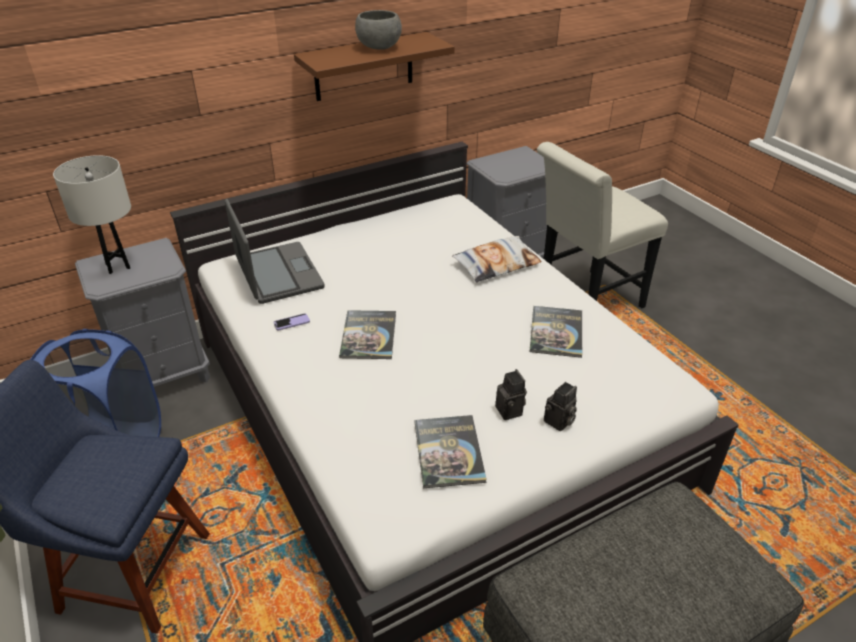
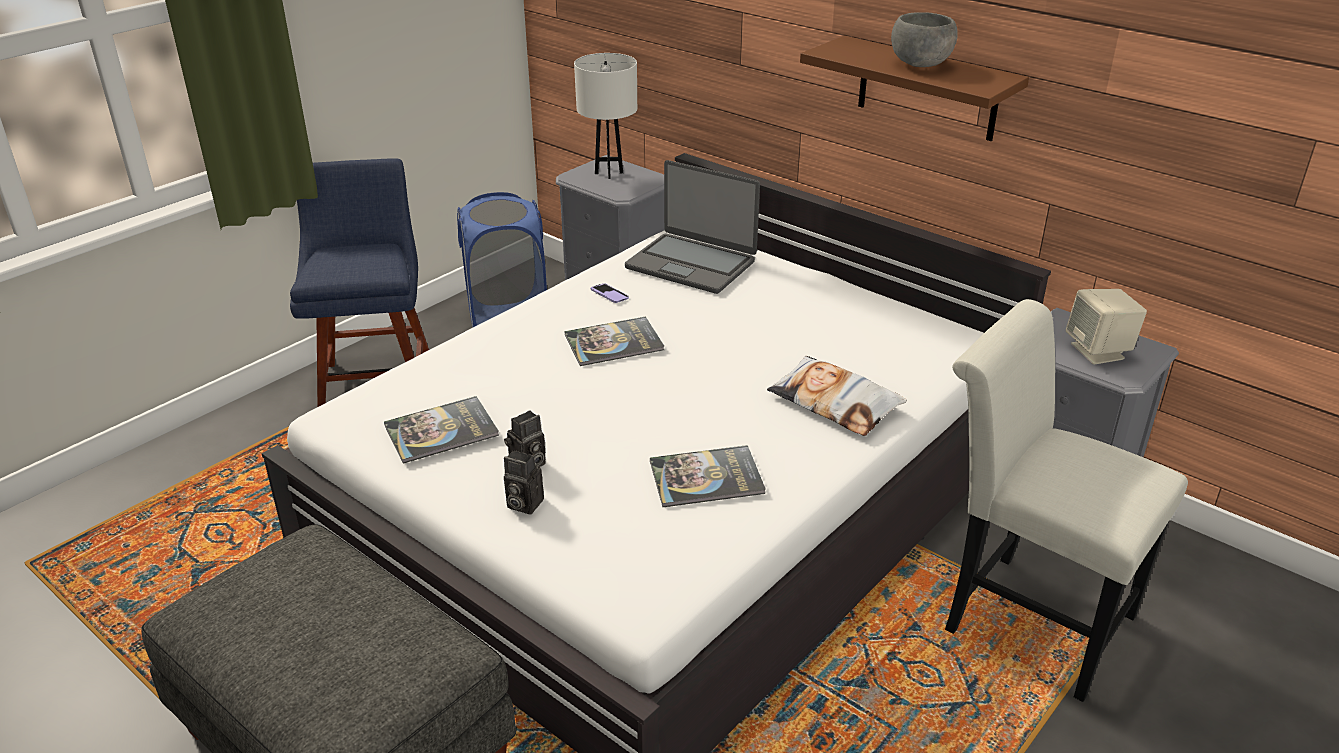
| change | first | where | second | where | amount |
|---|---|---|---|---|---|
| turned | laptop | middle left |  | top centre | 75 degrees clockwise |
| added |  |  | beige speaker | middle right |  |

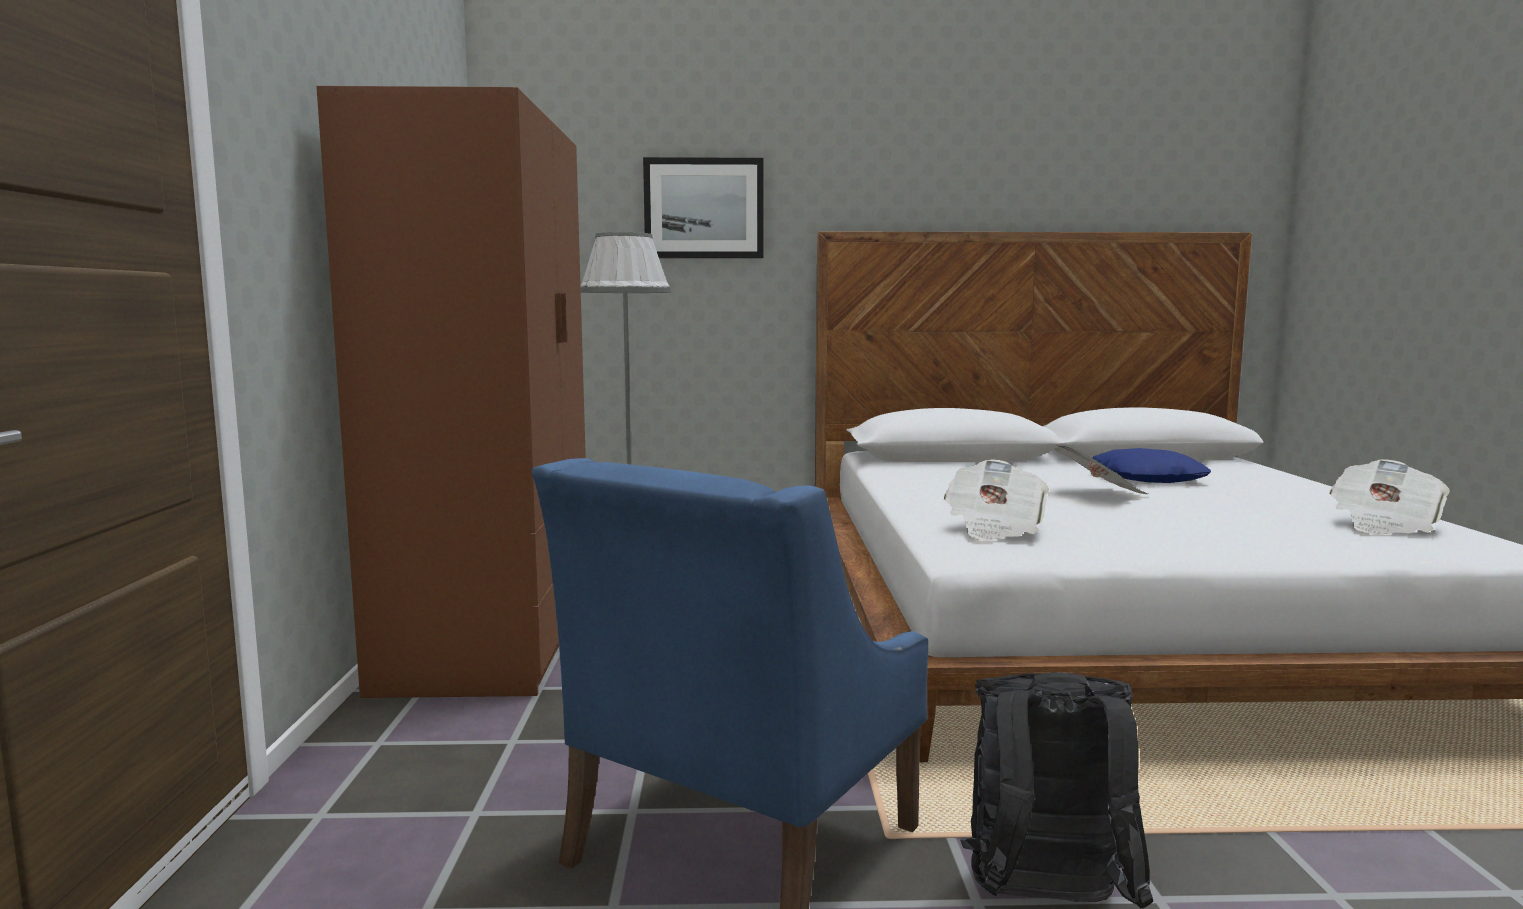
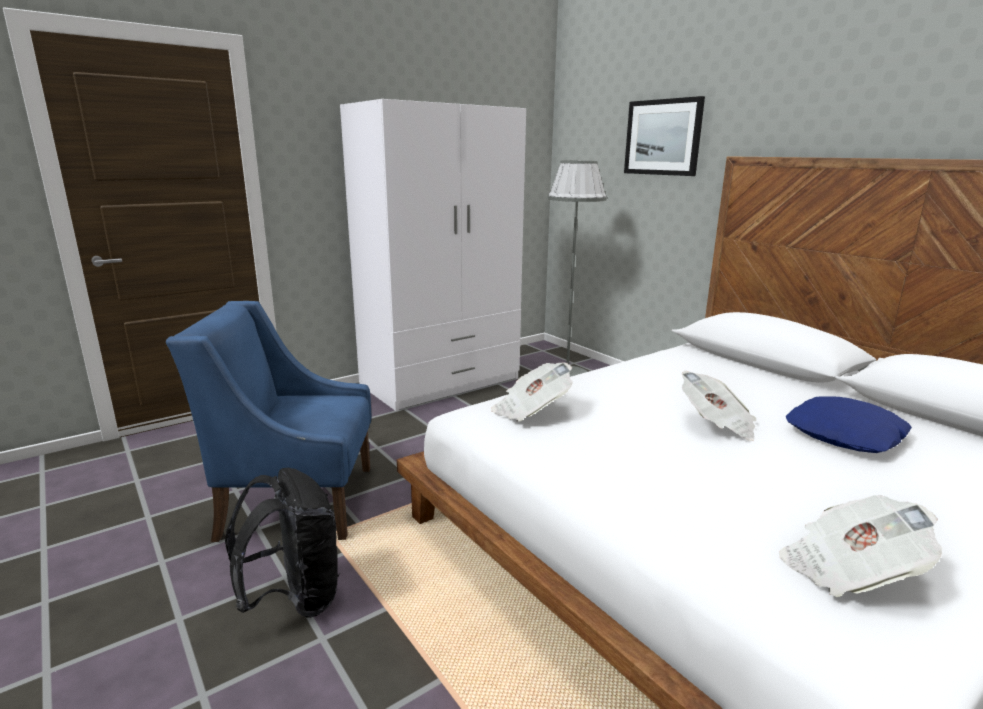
| change | first | where | second | where | amount |
|---|---|---|---|---|---|
| recoloured | brown wardrobe | middle left | white wardrobe | centre |  |

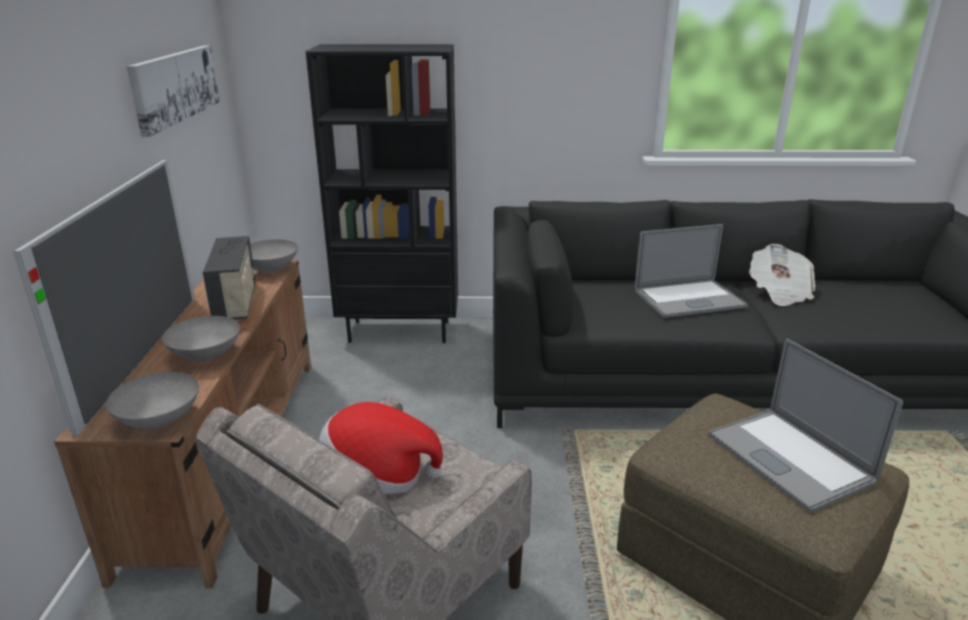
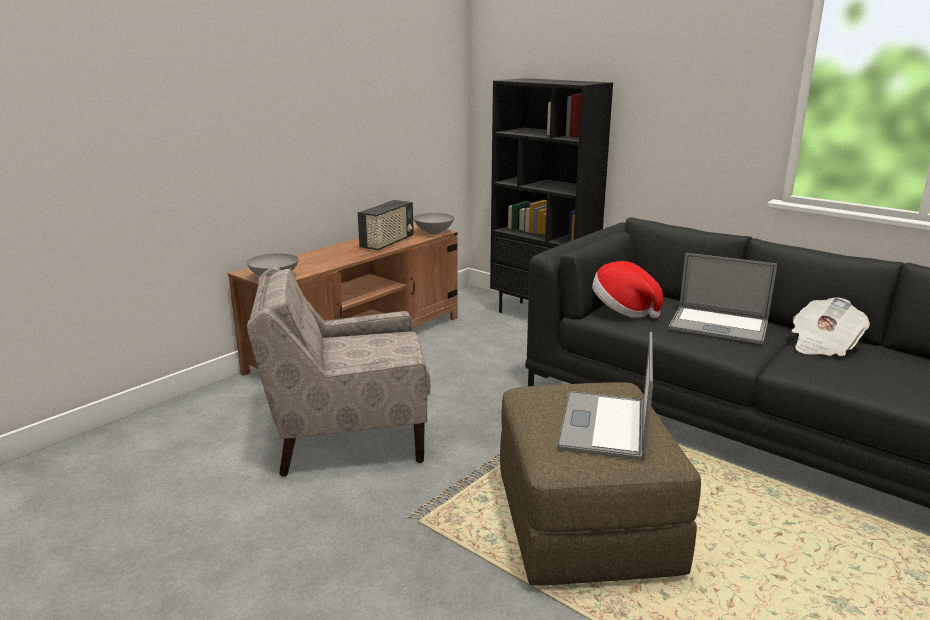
| change | first | where | second | where | amount |
|---|---|---|---|---|---|
| removed | television | middle left |  |  |  |
| removed | picture | top left |  |  |  |
| removed | grey bowl (2nd from left) | middle left |  |  |  |
| moved | hat | bottom centre |  | middle right |  |

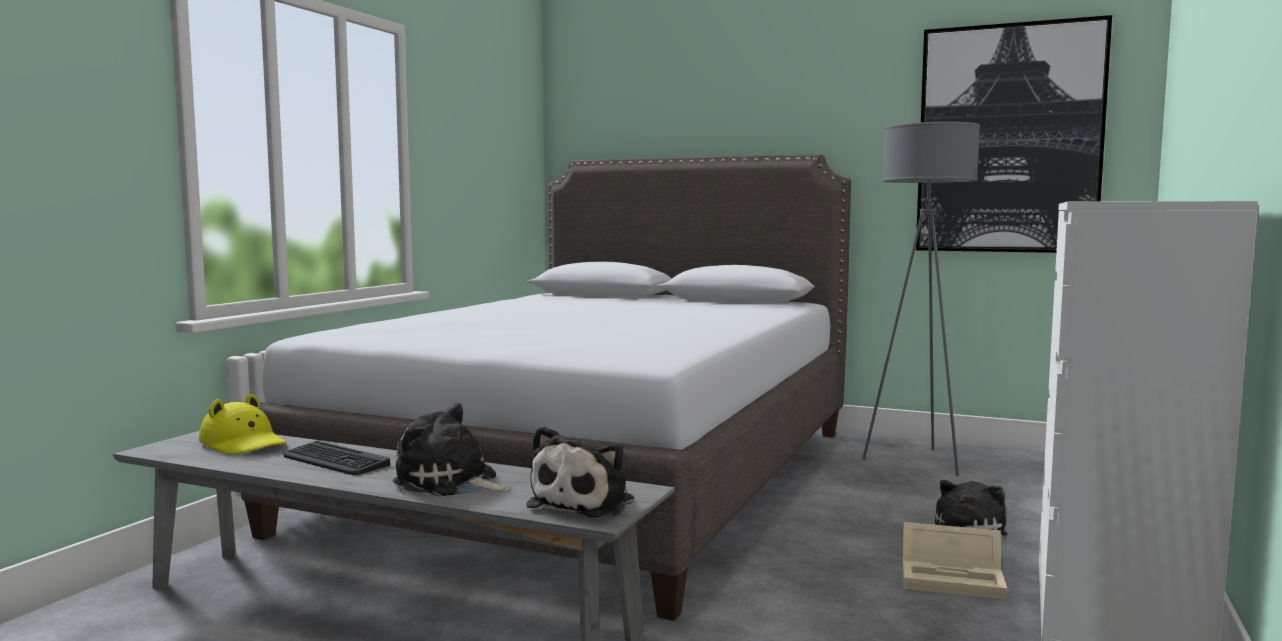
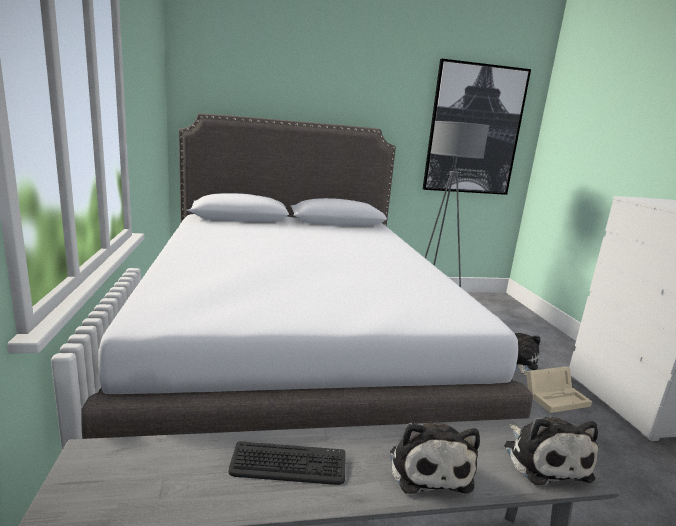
| change | first | where | second | where | amount |
|---|---|---|---|---|---|
| removed | yellow hat | middle left |  |  |  |
| turned | plush toy (1st from left) | bottom centre |  | bottom centre | 90 degrees counterclockwise |

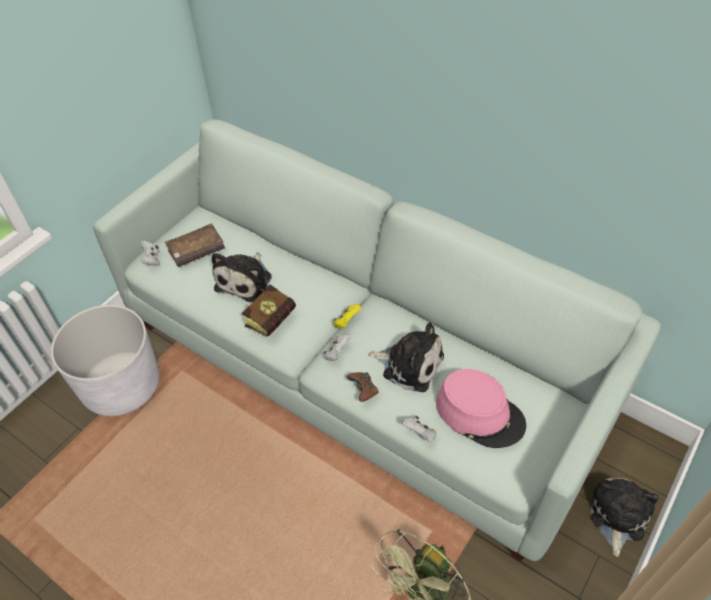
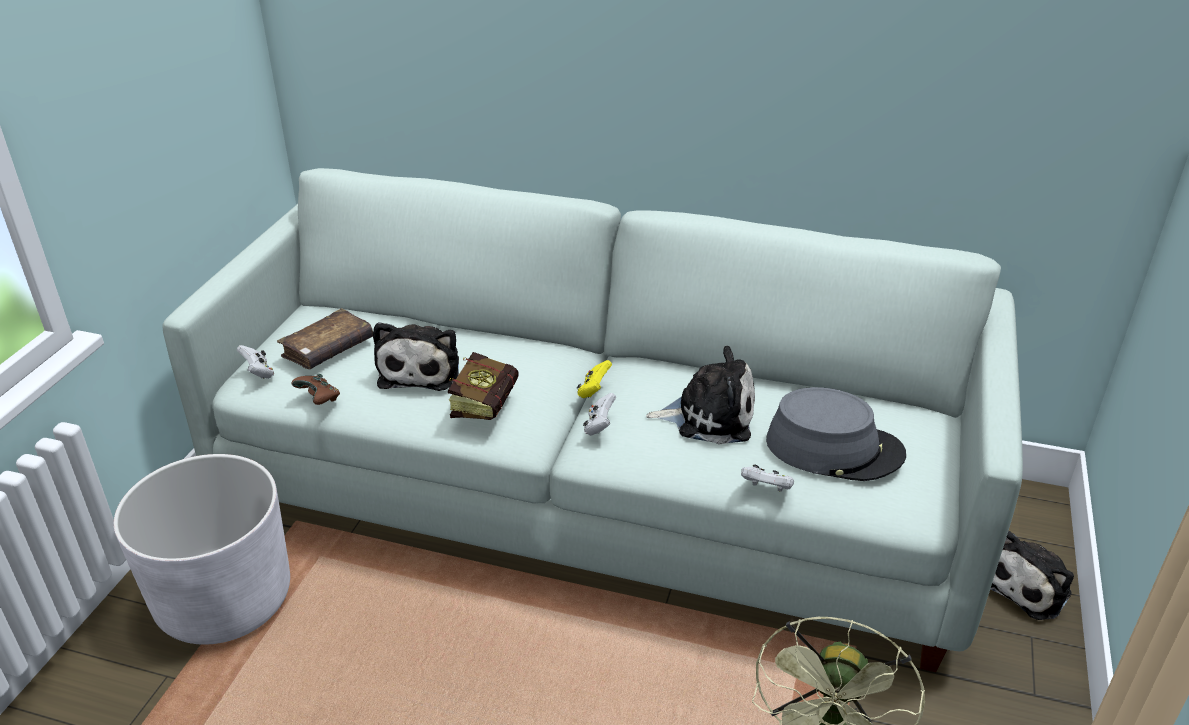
| change | first | where | second | where | amount |
|---|---|---|---|---|---|
| moved | brown game controller | centre |  | middle left |  |
| recoloured | pink hat | bottom right | grey hat | middle right |  |
| turned | plush toy (3rd from left) | bottom right |  | bottom right | 135 degrees counterclockwise |

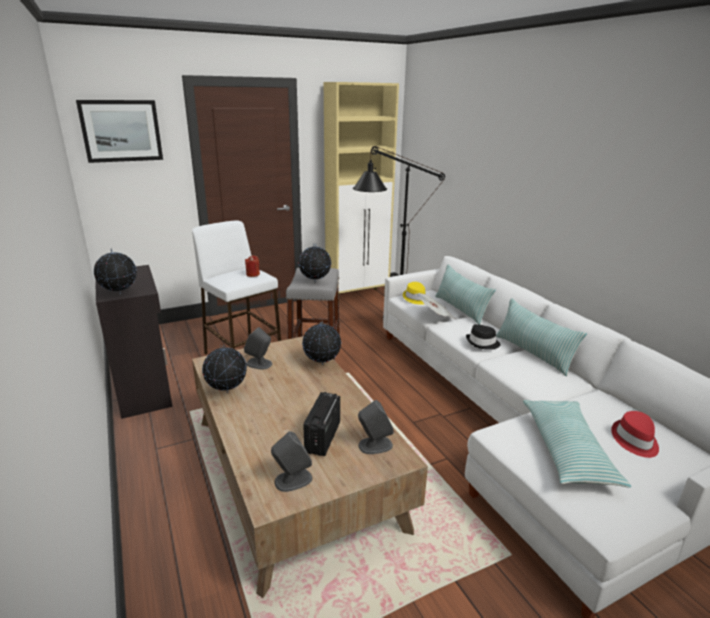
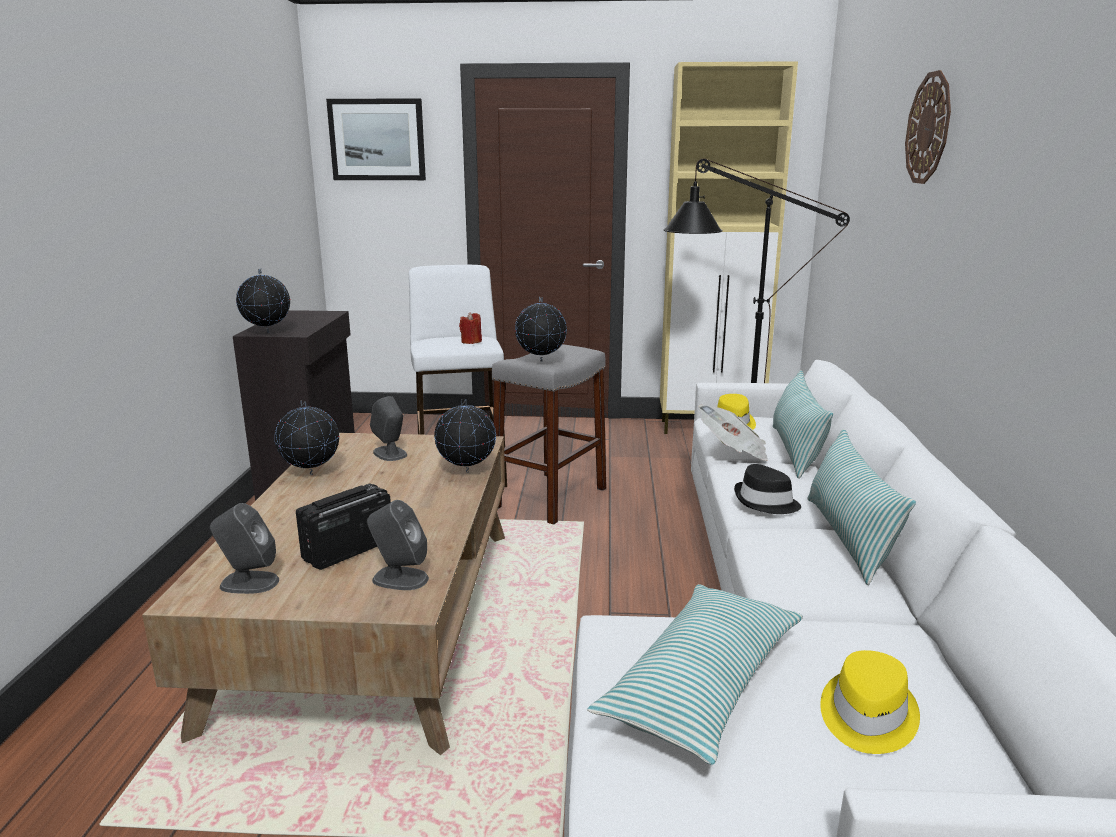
| change | first | where | second | where | amount |
|---|---|---|---|---|---|
| recoloured | red hat | bottom right | yellow hat (2nd from left) | bottom right |  |
| added |  |  | wall clock | top right |  |

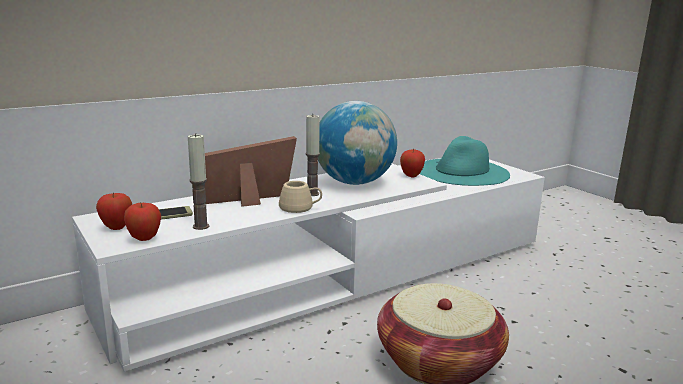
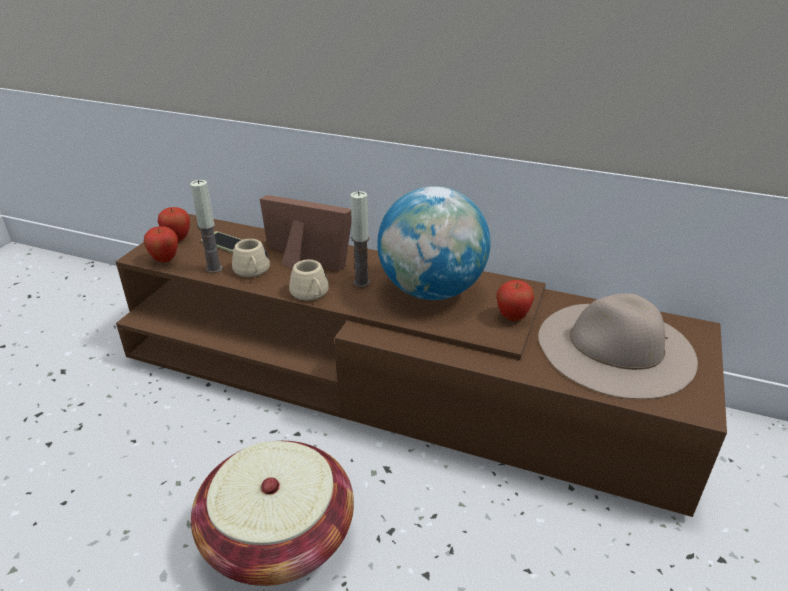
| change | first | where | second | where | amount |
|---|---|---|---|---|---|
| recoloured | white tv stand | bottom centre | brown tv stand | centre |  |
| recoloured | turquoise hat | middle right | beige hat | middle right |  |
| added |  |  | beige mug (1st from left) | middle left |  |

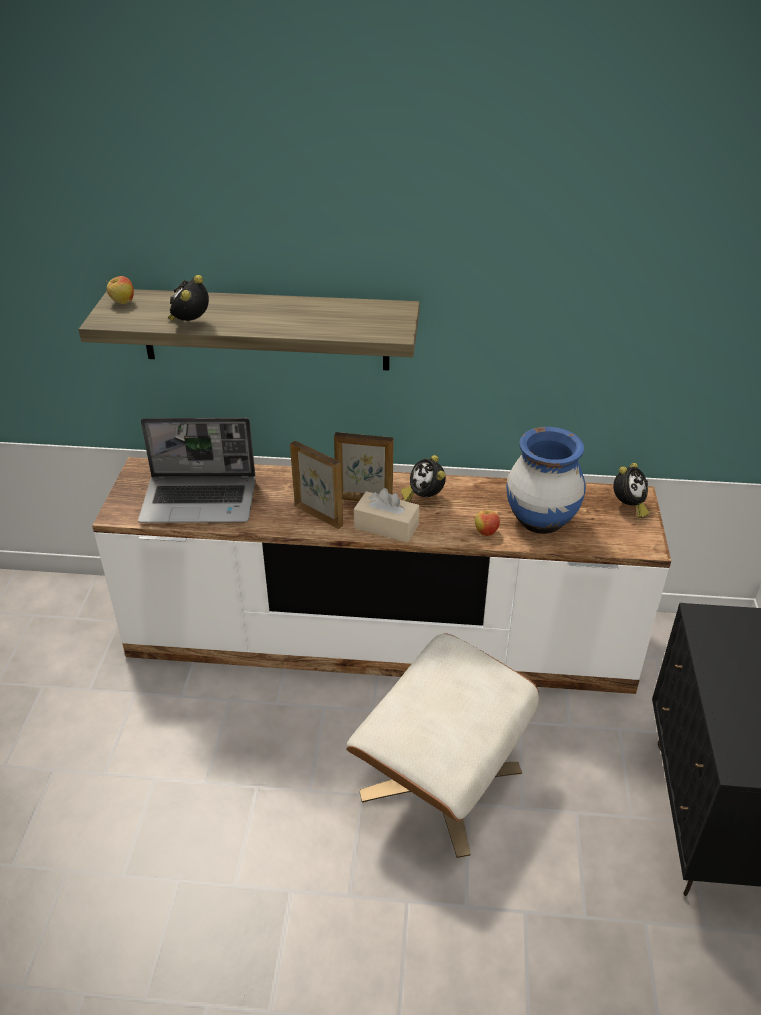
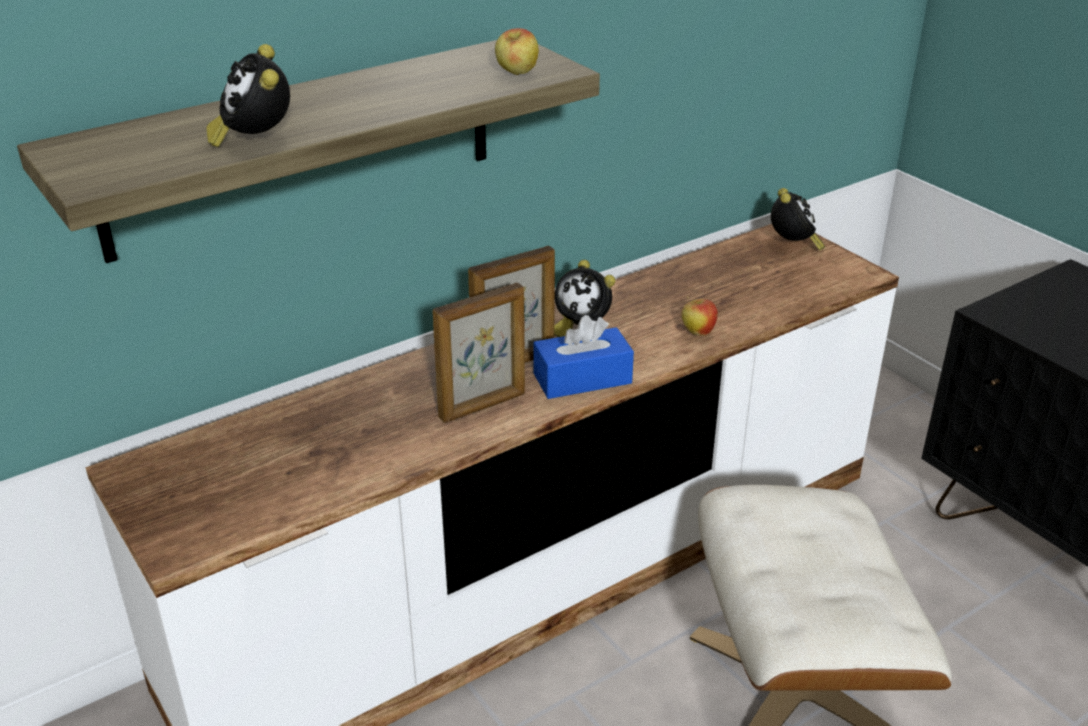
| change | first | where | second | where | amount |
|---|---|---|---|---|---|
| moved | apple (1st from left) | top left |  | top centre |  |
| removed | laptop | middle left |  |  |  |
| turned | picture frame (1st from left) | centre |  | centre | 150 degrees clockwise |
| recoloured | beige tissue box | centre | blue tissue box | centre |  |
| removed | blue vase | middle right |  |  |  |

